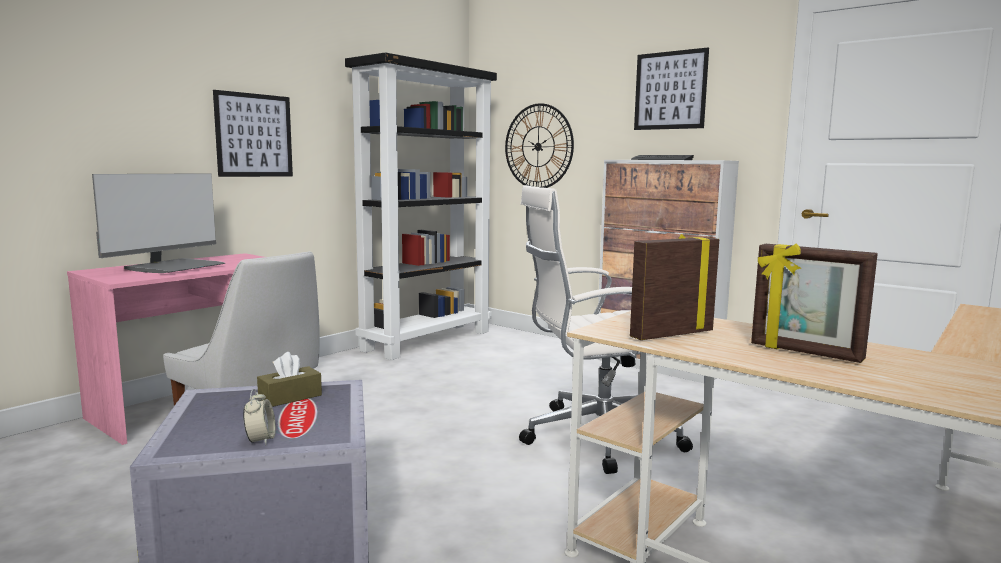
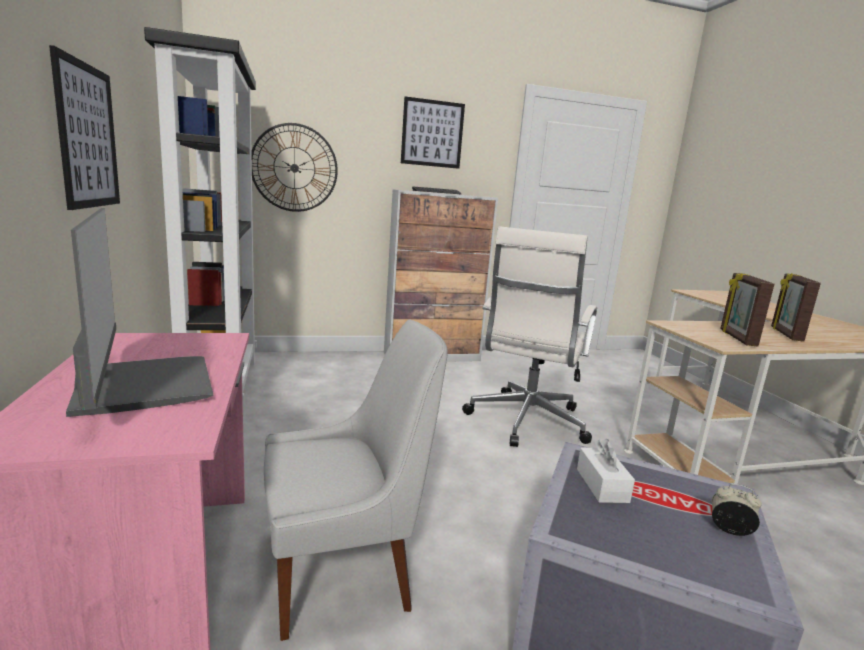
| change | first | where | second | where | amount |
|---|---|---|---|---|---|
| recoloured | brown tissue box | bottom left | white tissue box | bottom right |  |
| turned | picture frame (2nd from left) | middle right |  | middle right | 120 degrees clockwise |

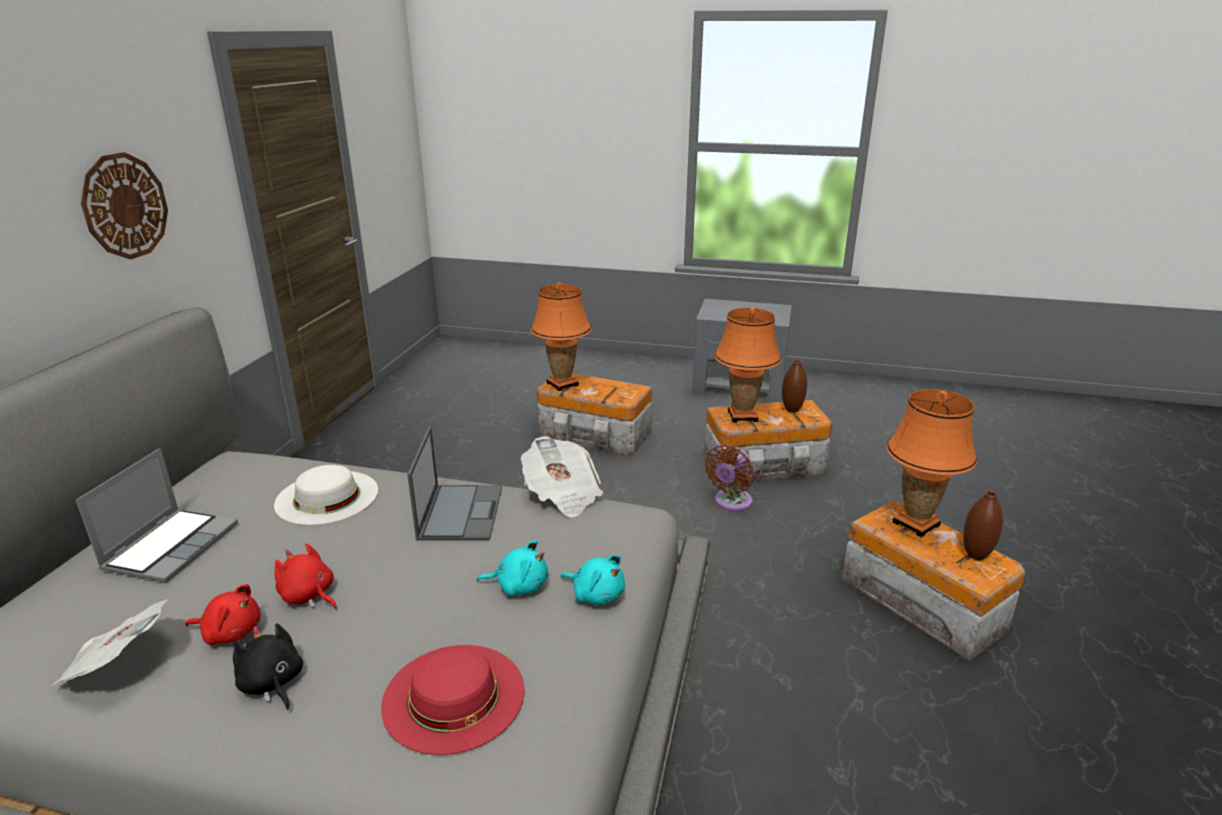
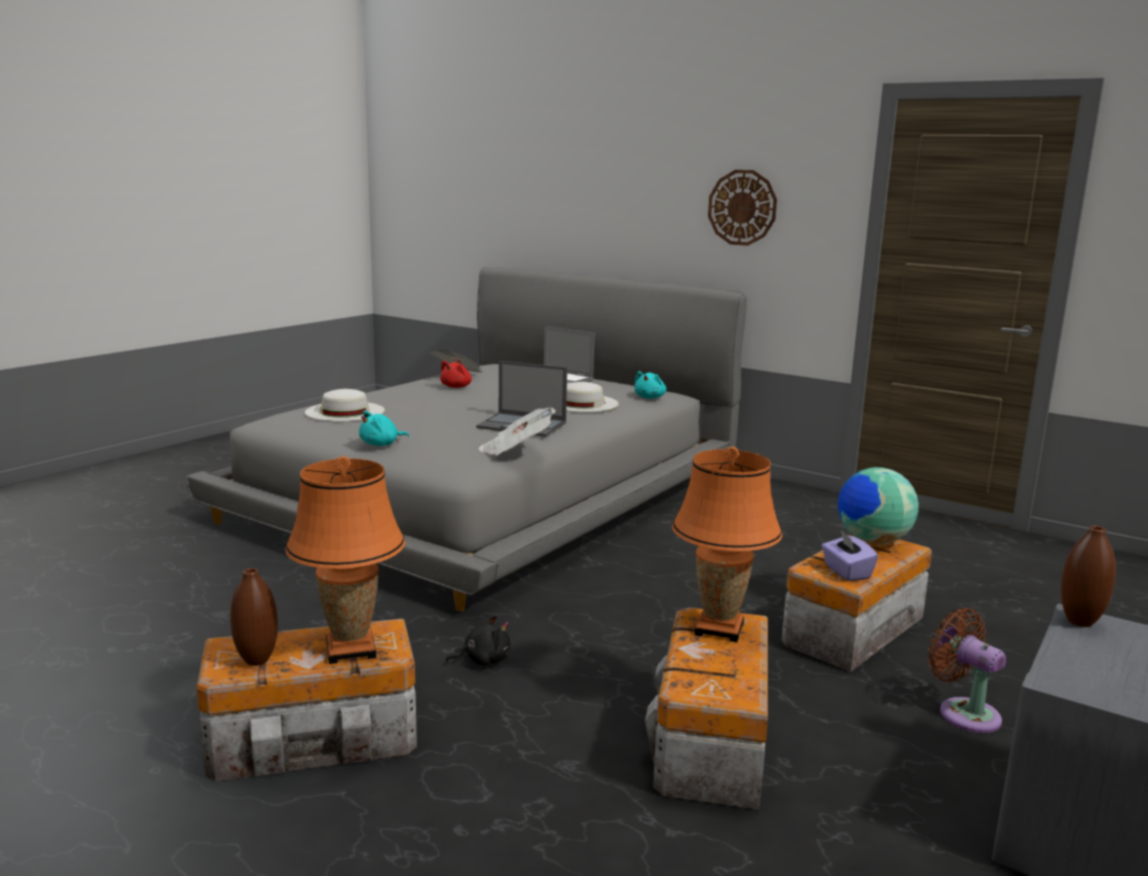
| change | first | where | second | where | amount |
|---|---|---|---|---|---|
| moved | black plush toy | bottom left |  | bottom centre |  |
| removed | red plush toy (2nd from left) | bottom left |  |  |  |
| recoloured | red hat | bottom centre | white hat (1st from left) | middle left |  |
| moved | turquoise plush toy (1st from left in the first image) | bottom centre | turquoise plush toy (2nd from left) | centre |  |
| replaced | orange table lamp (1st from left) | centre | globe | middle right |  |
| moved | brown fan | centre |  | bottom right |  |
| moved | brown vase (1st from left in the first image) | centre | brown vase (2nd from left) | middle right |  |
| added |  |  | purple tissue box | middle right |  |

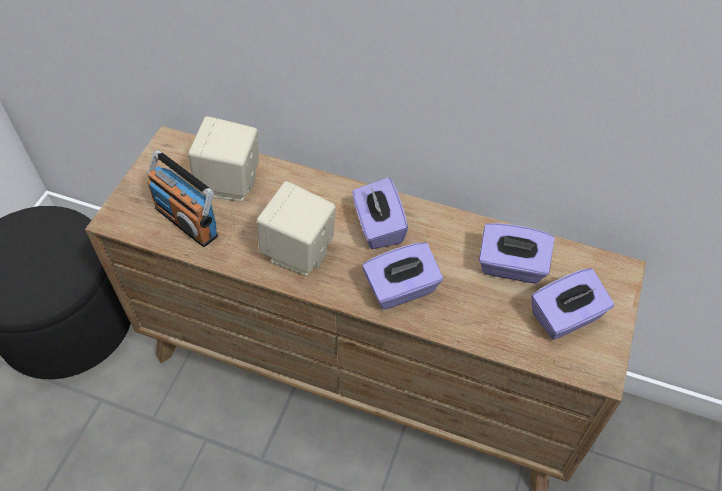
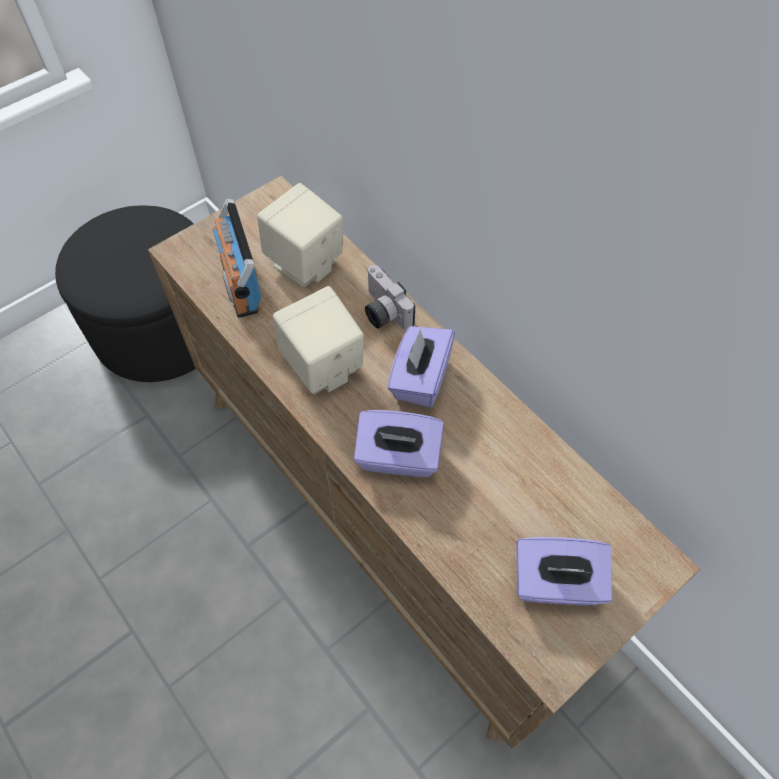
| change | first | where | second | where | amount |
|---|---|---|---|---|---|
| removed | purple tissue box (3rd from left) | middle right |  |  |  |
| added |  |  | photo camera | centre |  |

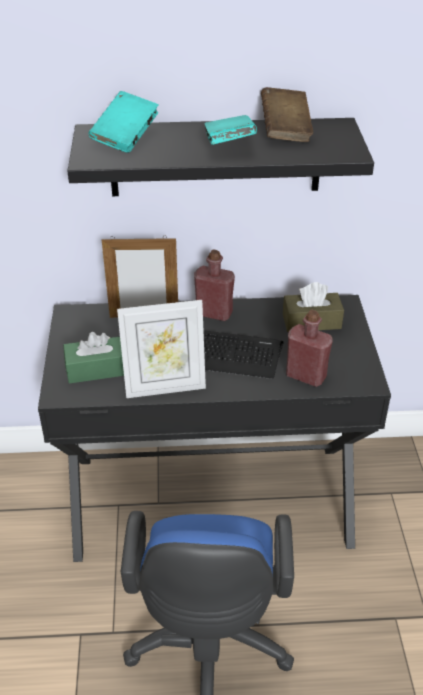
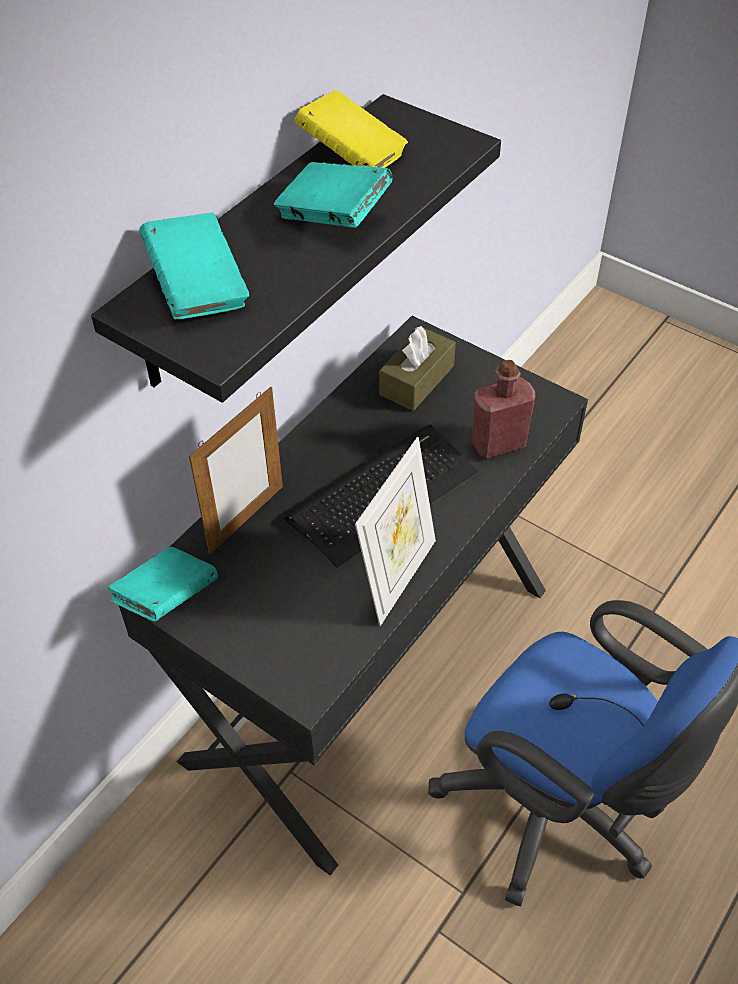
| change | first | where | second | where | amount |
|---|---|---|---|---|---|
| removed | green tissue box | middle left |  |  |  |
| removed | red bottle (1st from left) | centre |  |  |  |
| recoloured | brown book | top right | yellow book | top centre |  |
| added |  |  | turquoise book (1st from left) | middle left |  |

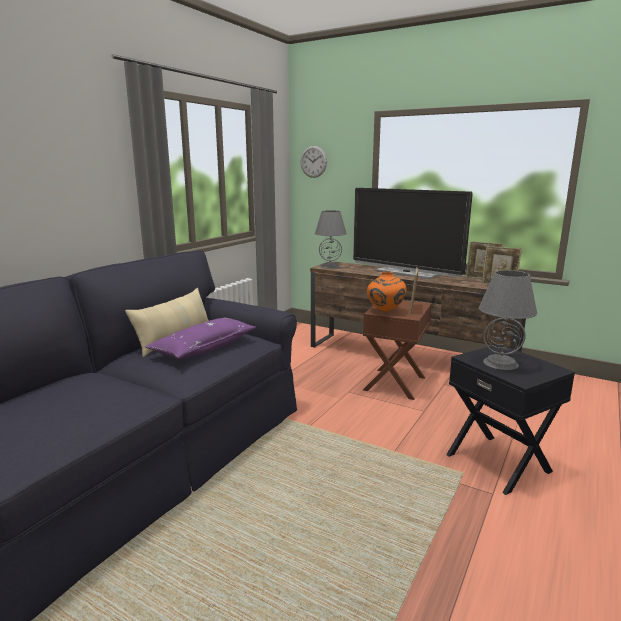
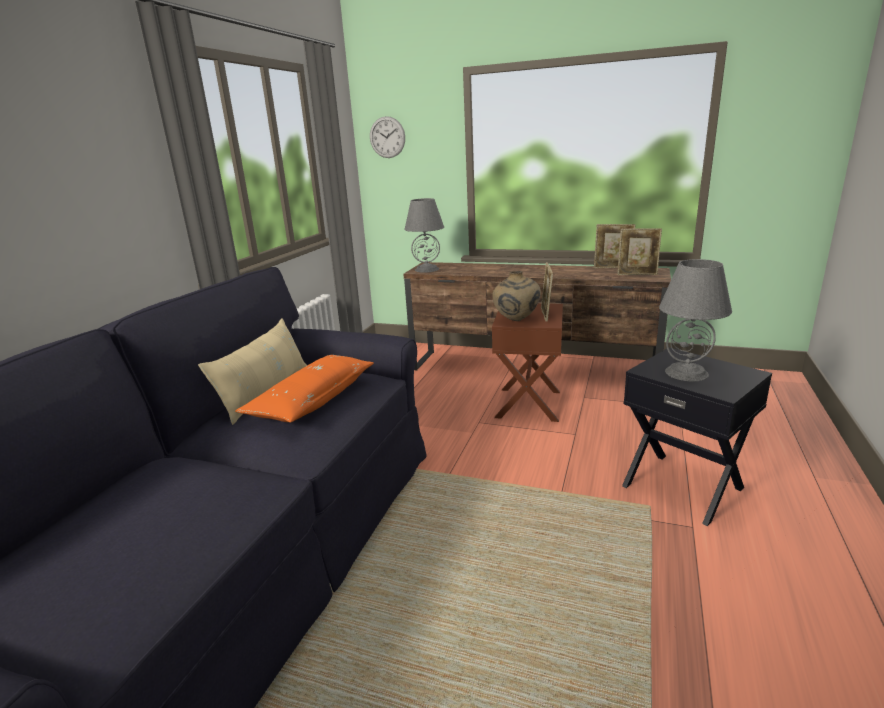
| change | first | where | second | where | amount |
|---|---|---|---|---|---|
| recoloured | purple pillow | middle left | orange pillow | centre |  |
| removed | television | centre |  |  |  |
| recoloured | orange vase | centre | beige vase | centre |  |

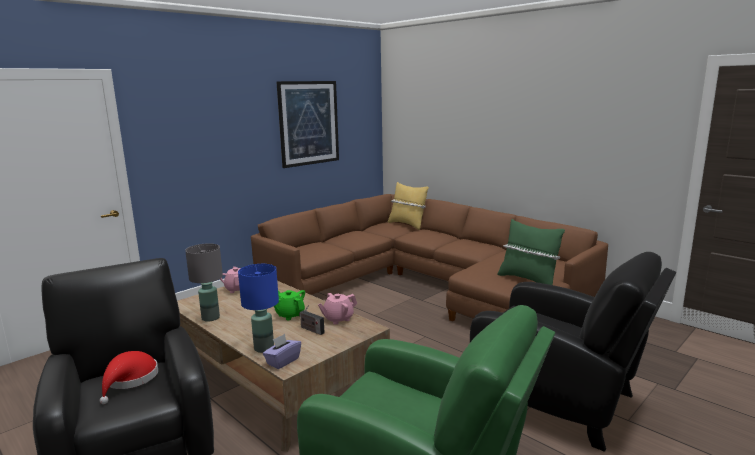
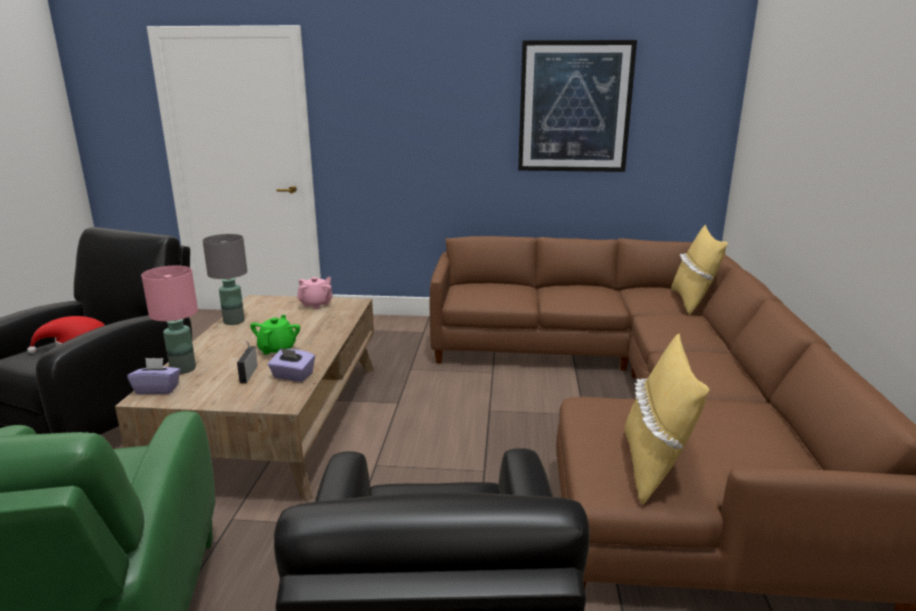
| change | first | where | second | where | amount |
|---|---|---|---|---|---|
| recoloured | blue table lamp | bottom centre | pink table lamp | middle left |  |
| replaced | pink teapot (2nd from left) | bottom centre | purple tissue box (2nd from left) | middle left |  |
| recoloured | green pillow | middle right | yellow pillow (1st from left) | bottom right |  |

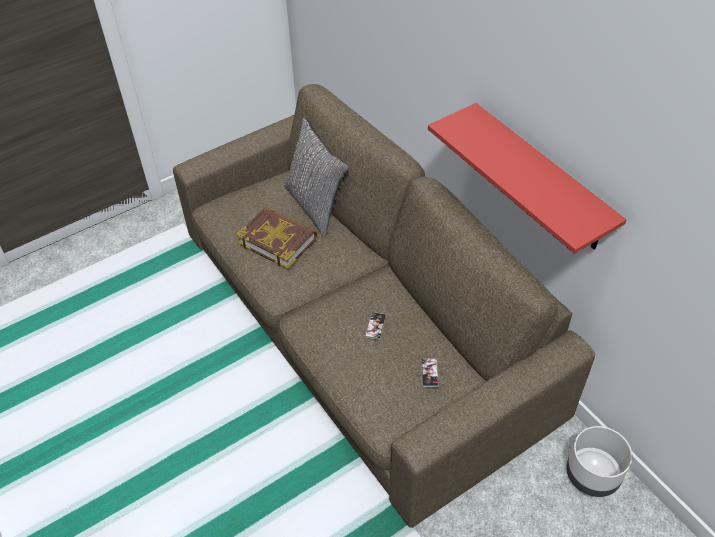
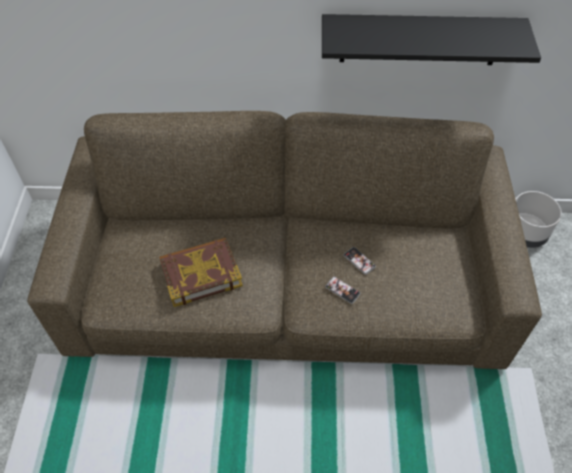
| change | first | where | second | where | amount |
|---|---|---|---|---|---|
| removed | grey pillow | top centre |  |  |  |
| moved | phone (2nd from left in the first image) | bottom centre | phone (1st from left) | centre |  |
| recoloured | red shelf | top right | black shelf | top right |  |

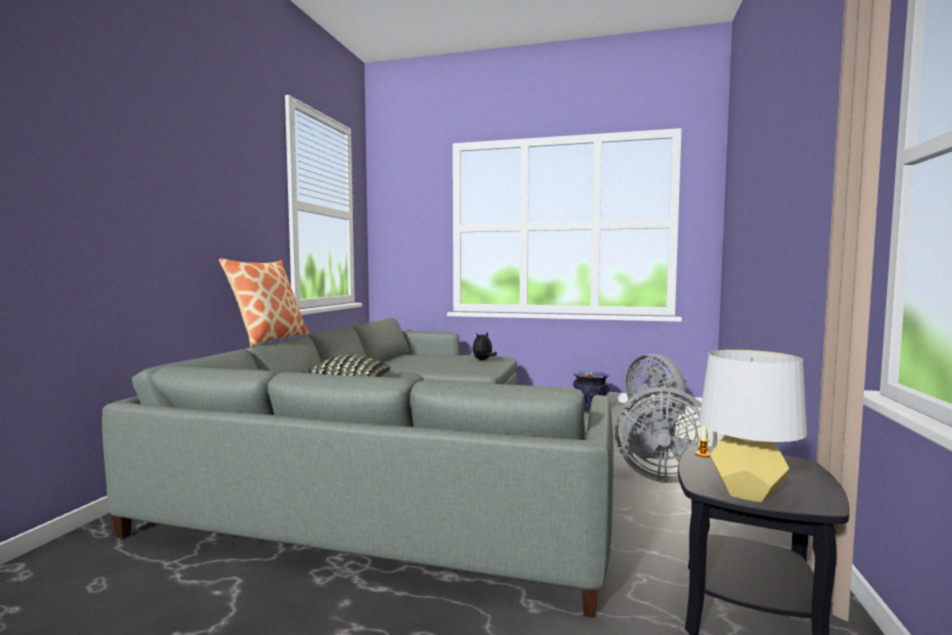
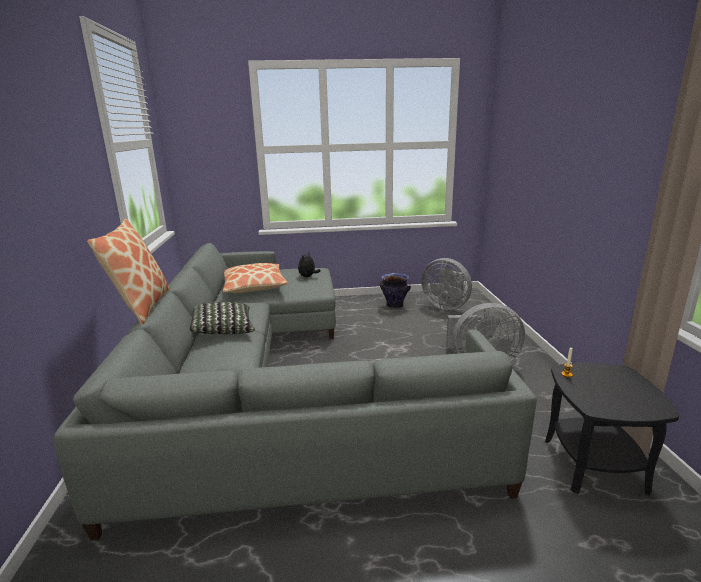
| change | first | where | second | where | amount |
|---|---|---|---|---|---|
| removed | grey table lamp | bottom right |  |  |  |
| added |  |  | pillow (3rd from left) | centre |  |

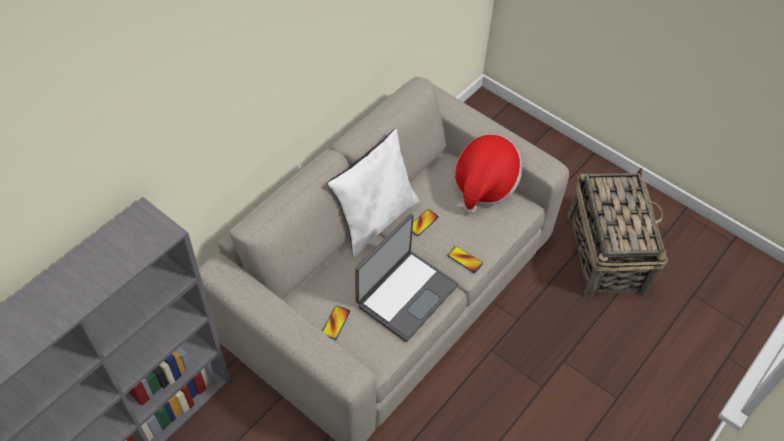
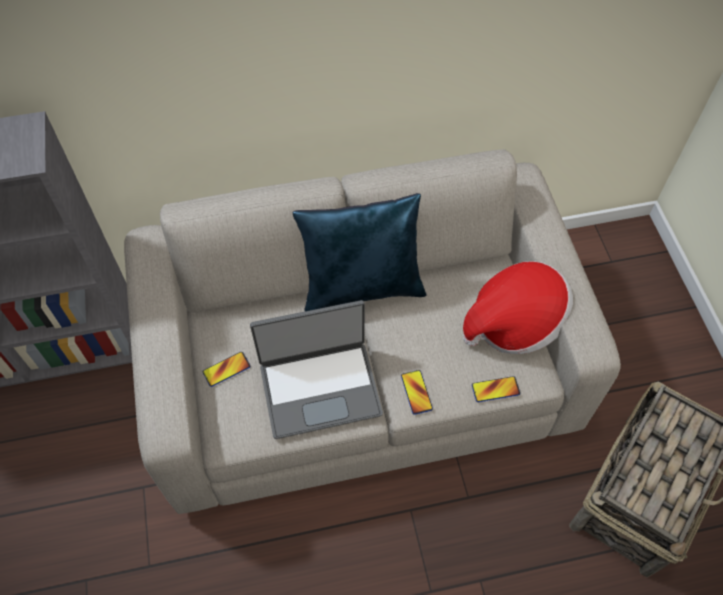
| change | first | where | second | where | amount |
|---|---|---|---|---|---|
| recoloured | white pillow | centre | blue pillow | centre |  |
| moved | phone (2nd from left in the first image) | centre | phone (3rd from left) | middle right |  |

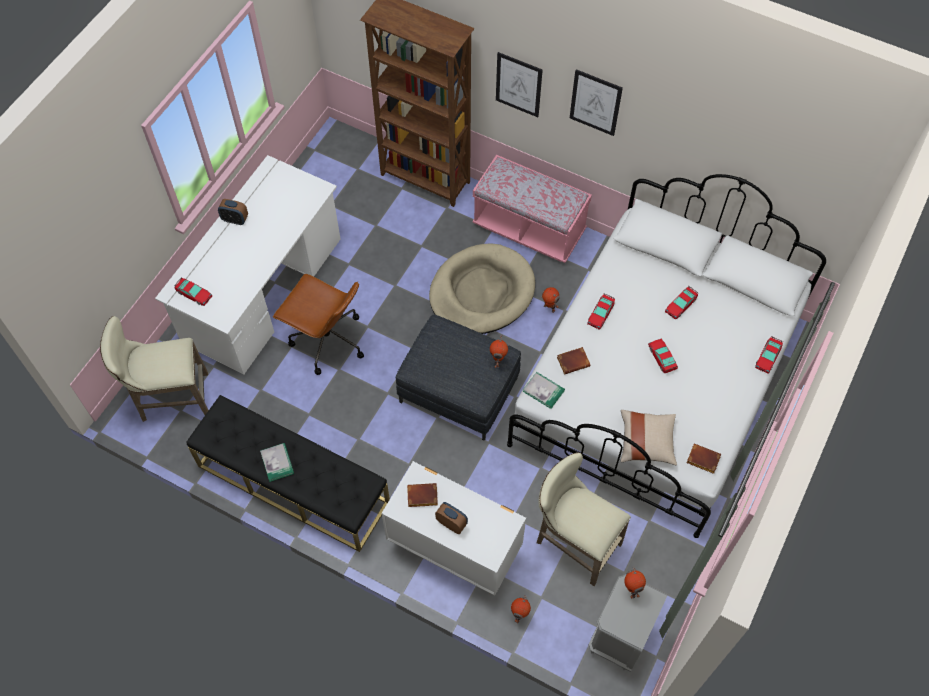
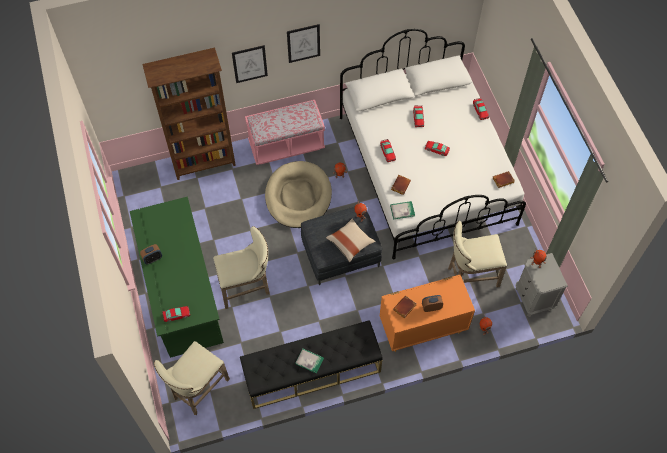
| change | first | where | second | where | amount |
|---|---|---|---|---|---|
| recoloured | white desk | middle left | green desk | middle left |  |
| replaced | brown office chair | centre | beige stool (2nd from left) | centre |  |
| recoloured | white dresser | bottom centre | orange dresser | bottom centre |  |
| moved | beige pillow | middle right |  | centre |  |

